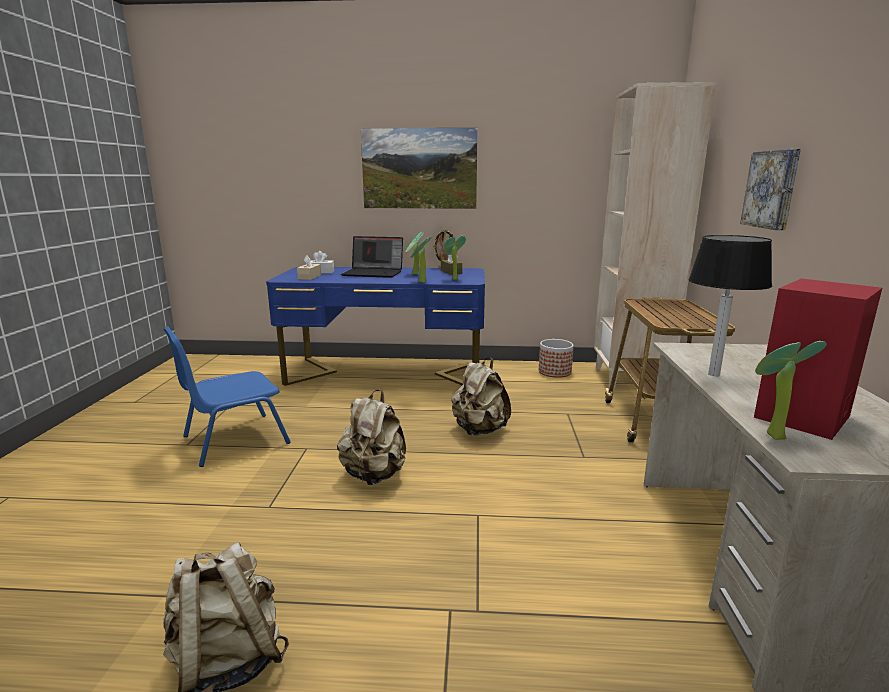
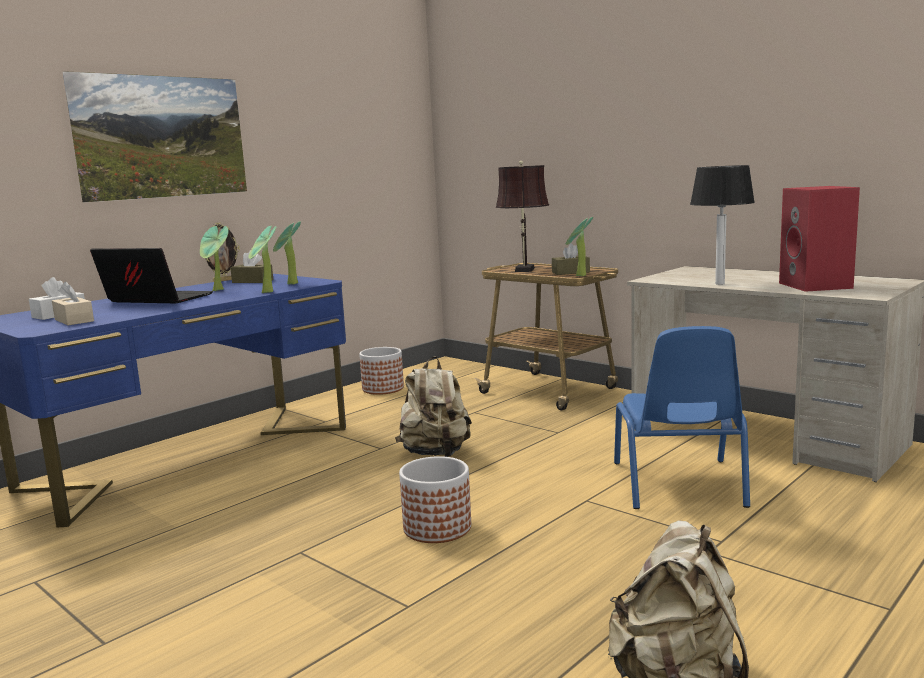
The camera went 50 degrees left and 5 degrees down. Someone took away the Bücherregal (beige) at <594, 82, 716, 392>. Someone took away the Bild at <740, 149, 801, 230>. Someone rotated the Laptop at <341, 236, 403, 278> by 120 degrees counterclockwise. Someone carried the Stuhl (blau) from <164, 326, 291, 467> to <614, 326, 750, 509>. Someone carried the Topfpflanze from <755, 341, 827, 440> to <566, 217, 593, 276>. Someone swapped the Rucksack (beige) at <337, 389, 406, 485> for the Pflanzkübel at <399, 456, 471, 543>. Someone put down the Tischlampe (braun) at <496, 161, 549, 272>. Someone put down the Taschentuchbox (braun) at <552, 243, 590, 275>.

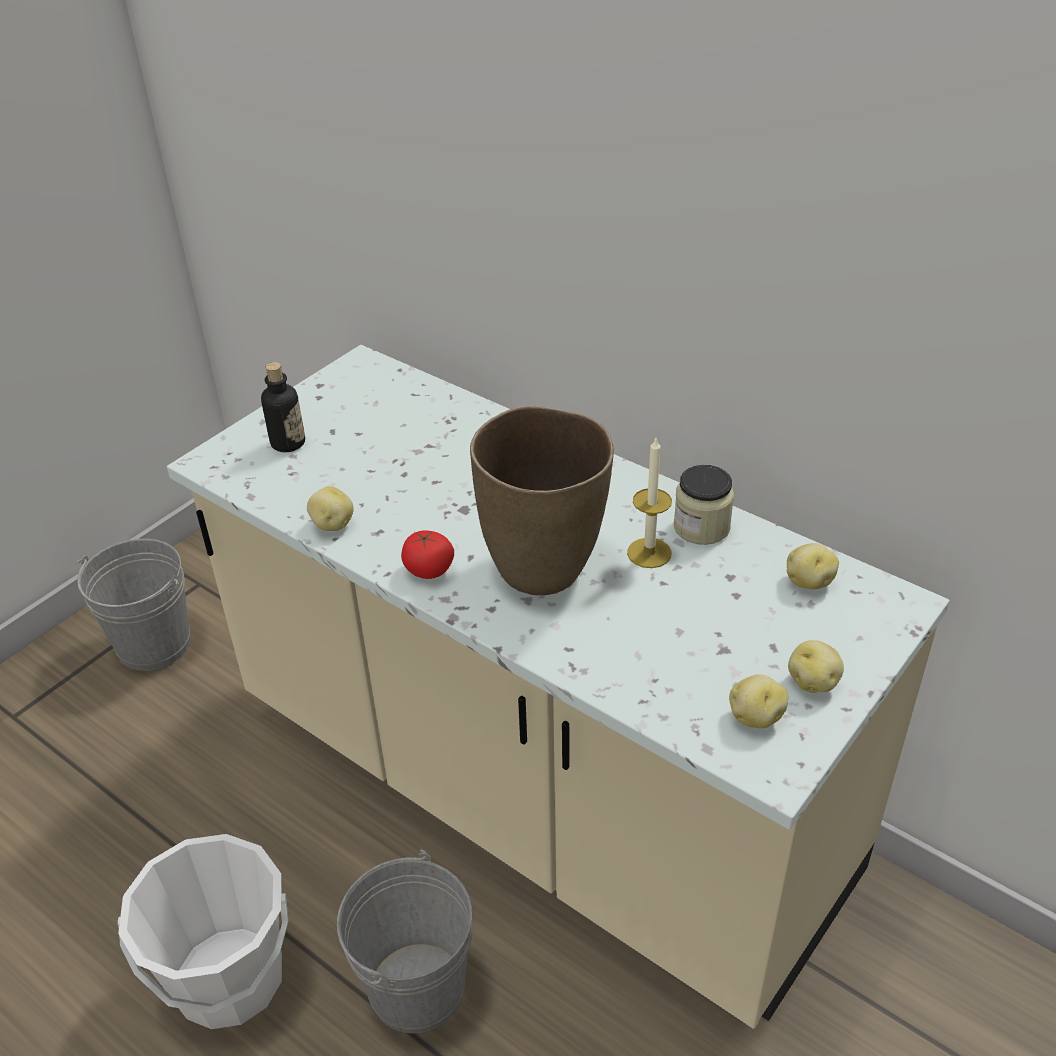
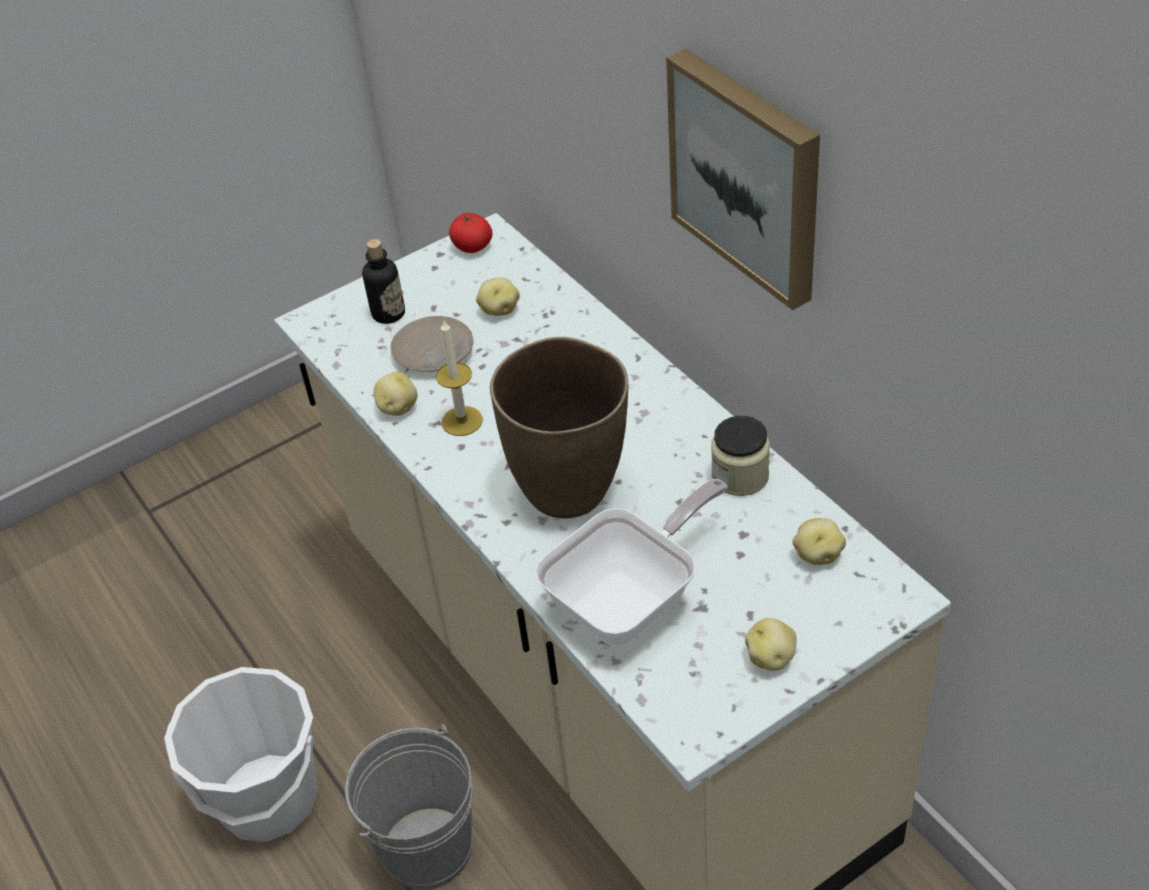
The camera went 20 degrees right and 5 degrees up. Someone carried the Kerze from <627, 438, 672, 568> to <436, 321, 483, 436>. Someone carried the Tomate from <401, 530, 454, 579> to <449, 213, 492, 253>. Someone took away the Eimer (grau) at <76, 539, 190, 671>. Someone carried the Kartoffel from <729, 674, 788, 728> to <476, 277, 520, 316>. Someone put up the Bild at <666, 49, 820, 310>. Someone put down the Teller (beige) at <391, 316, 473, 372>. Someone put down the Pfanne at <535, 479, 728, 646>.

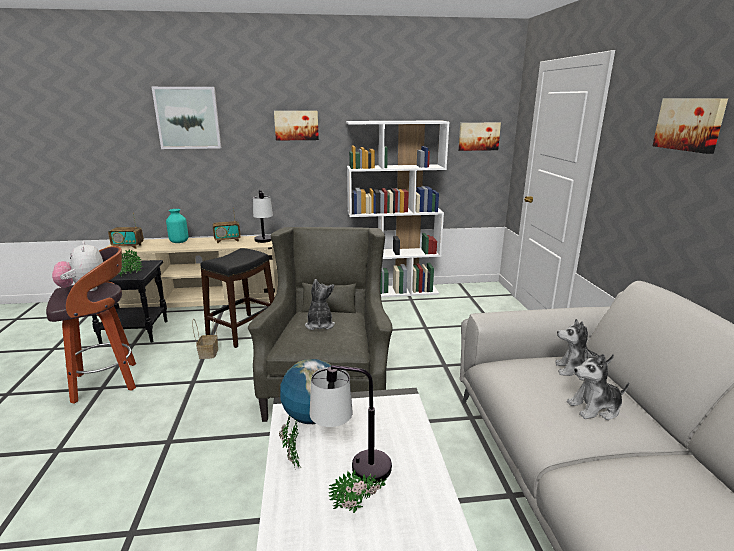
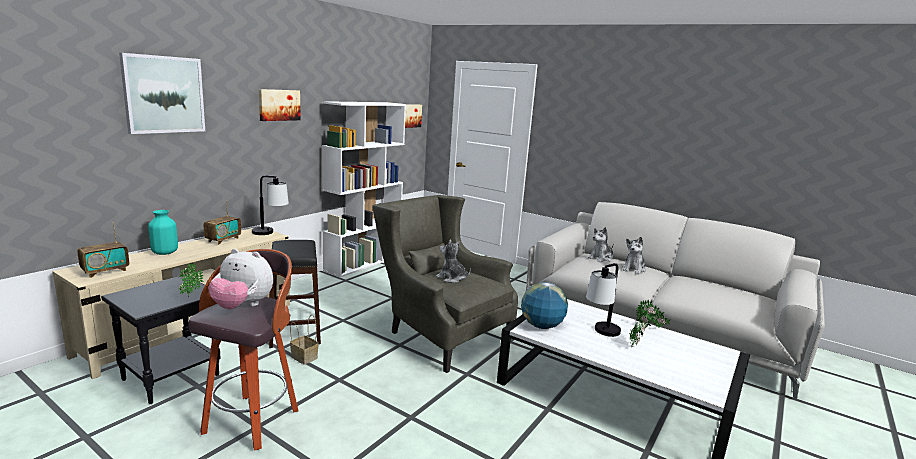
The camera went 50 degrees left and 5 degrees down. Someone took away the Bild at <653, 98, 728, 154>. Someone carried the Topfpflanze from <279, 416, 302, 468> to <636, 299, 671, 328>.

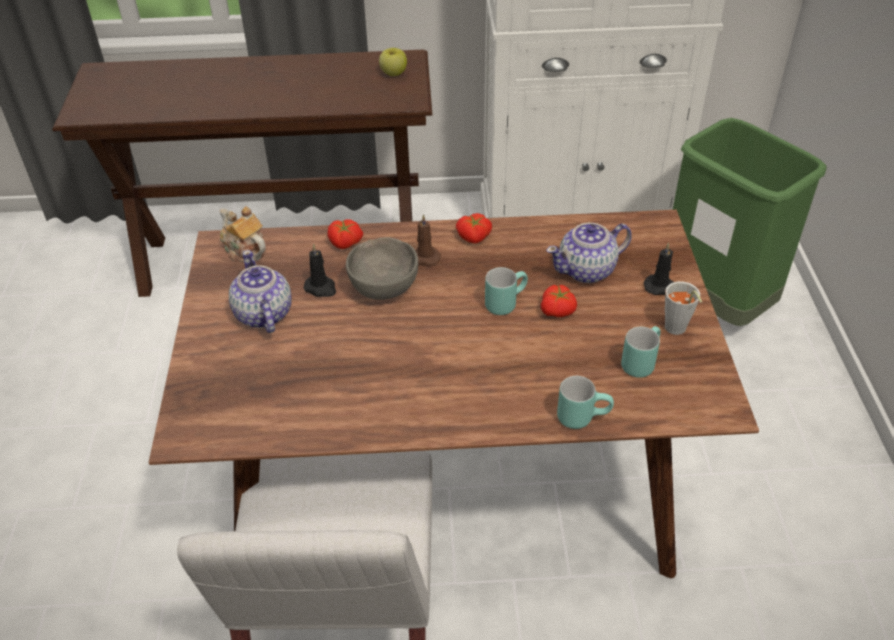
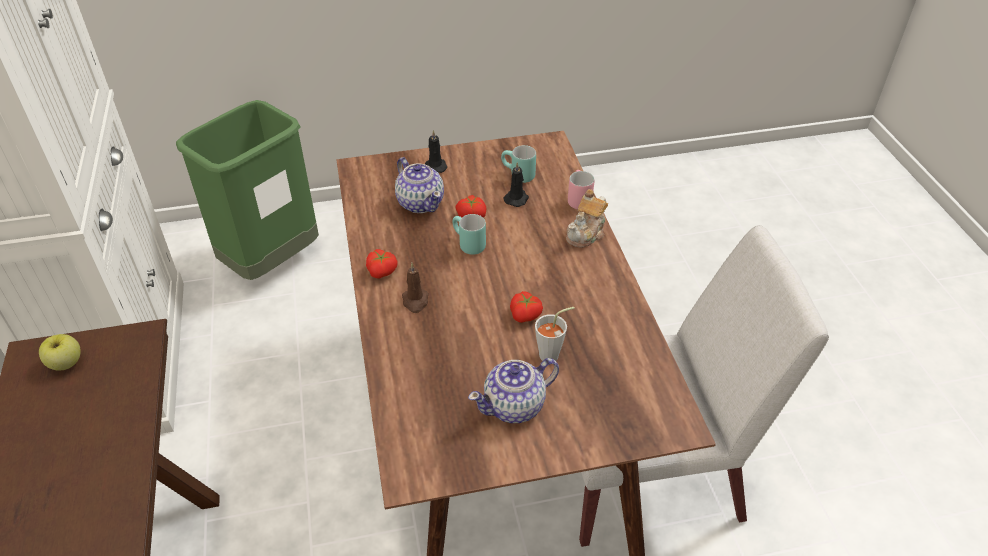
The camera went 100 degrees left and 0 degrees up. Someone carried the Teekanne from <220, 206, 266, 262> to <566, 189, 608, 248>. Someone carried the Tomate from <328, 219, 363, 249> to <510, 291, 543, 323>. Someone took away the Schüssel (grau) at <346, 237, 418, 300>. Someone carried the Kerze (schwarz) from <304, 244, 336, 297> to <504, 162, 529, 207>. Someone carried the Tasse (grau) from <665, 282, 702, 335> to <535, 307, 575, 361>. Someone repainted the Henkelbecher (türkis) at <557, 376, 614, 429>, which became the Henkelbecher (rosa) at <568, 170, 594, 209>.

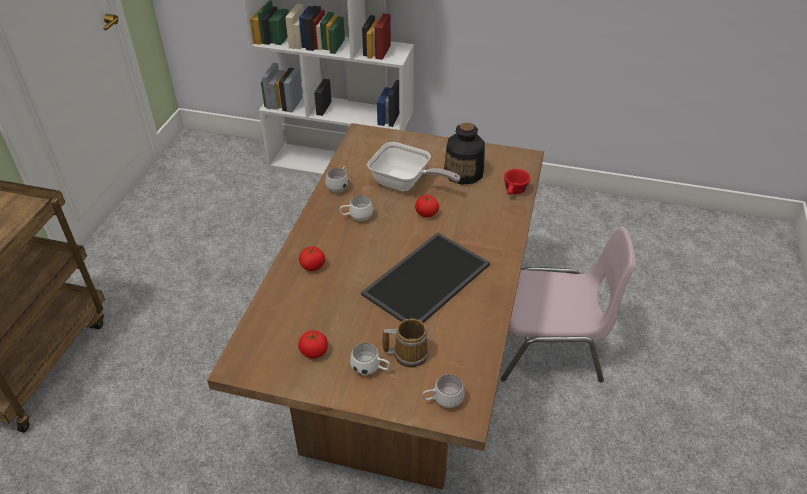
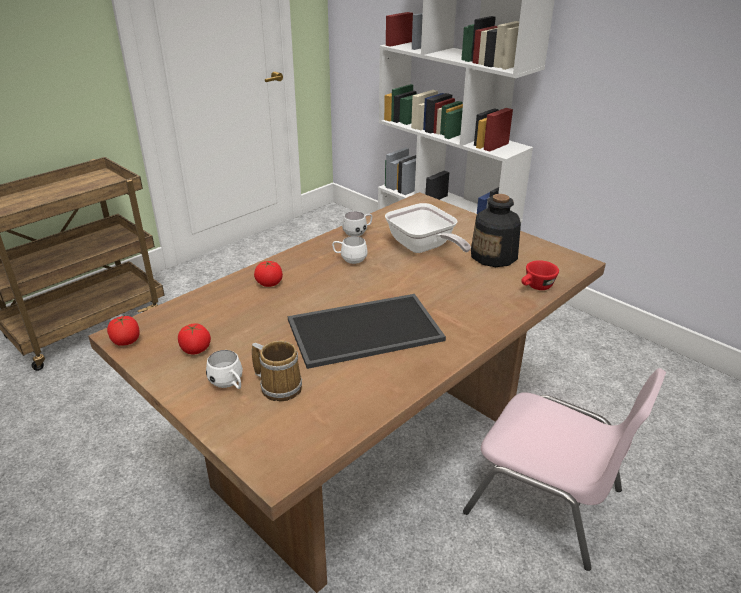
The camera went 30 degrees right and 10 degrees down. Someone carried the Tomate from <415, 195, 439, 217> to <107, 315, 140, 346>. Someone took away the Henkelbecher (weiß) at <422, 374, 465, 408>.

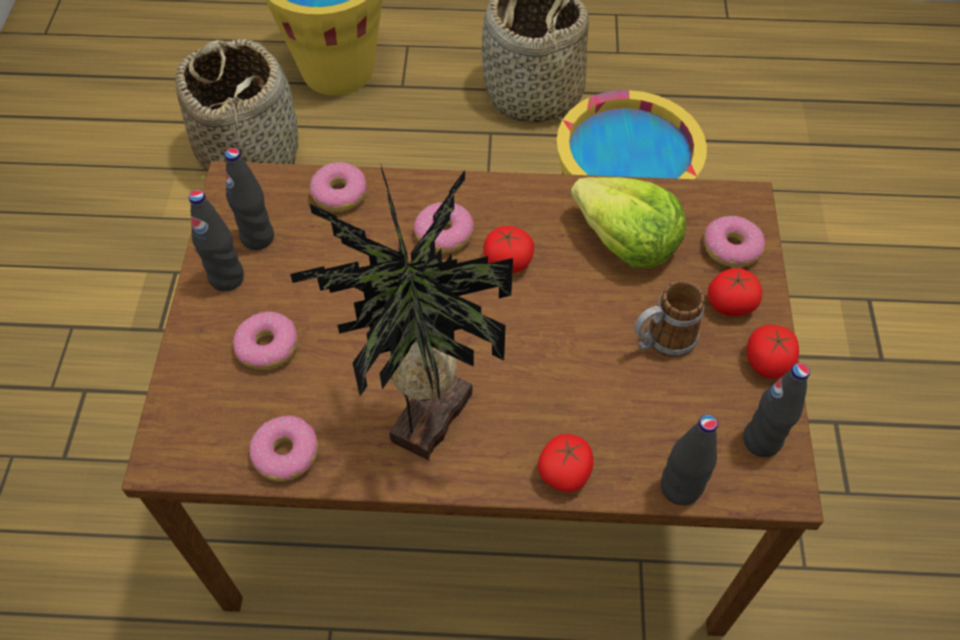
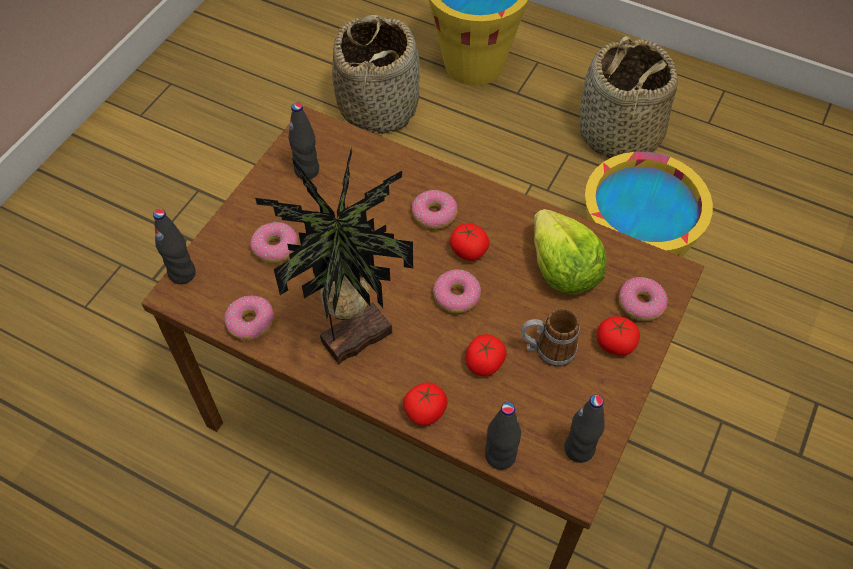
The camera went 25 degrees right and 0 degrees up. Someone carried the Donut from <310, 162, 367, 212> to <433, 269, 481, 313>. Someone carried the Flasche (schwarz) from <189, 190, 244, 291> to <153, 209, 195, 284>. Someone carried the Tomate from <747, 325, 799, 379> to <466, 334, 507, 376>.

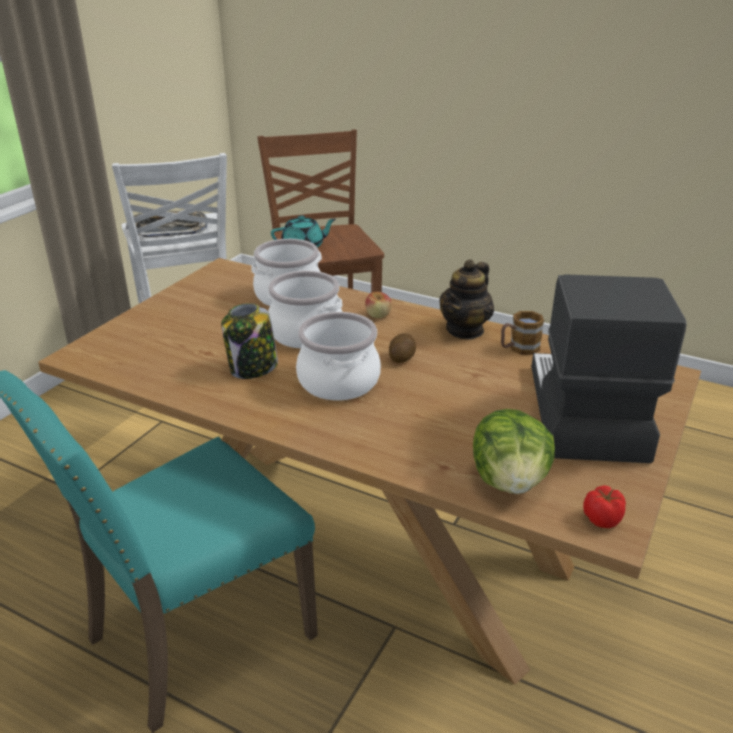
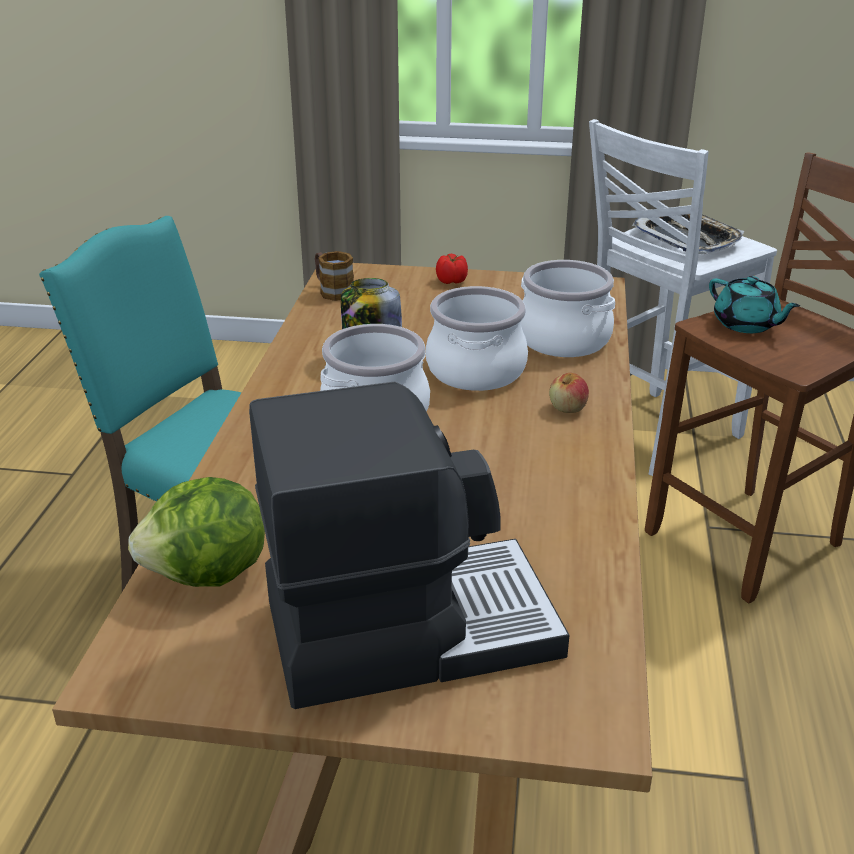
The camera went 70 degrees right and 0 degrees up. Someone took away the Teekanne at <439, 259, 494, 340>. Someone carried the Henkelbecher from <501, 311, 544, 355> to <315, 251, 354, 301>. Someone took away the Kartoffel at <389, 333, 416, 363>. Someone carried the Tomate from <583, 485, 626, 528> to <436, 254, 468, 284>.

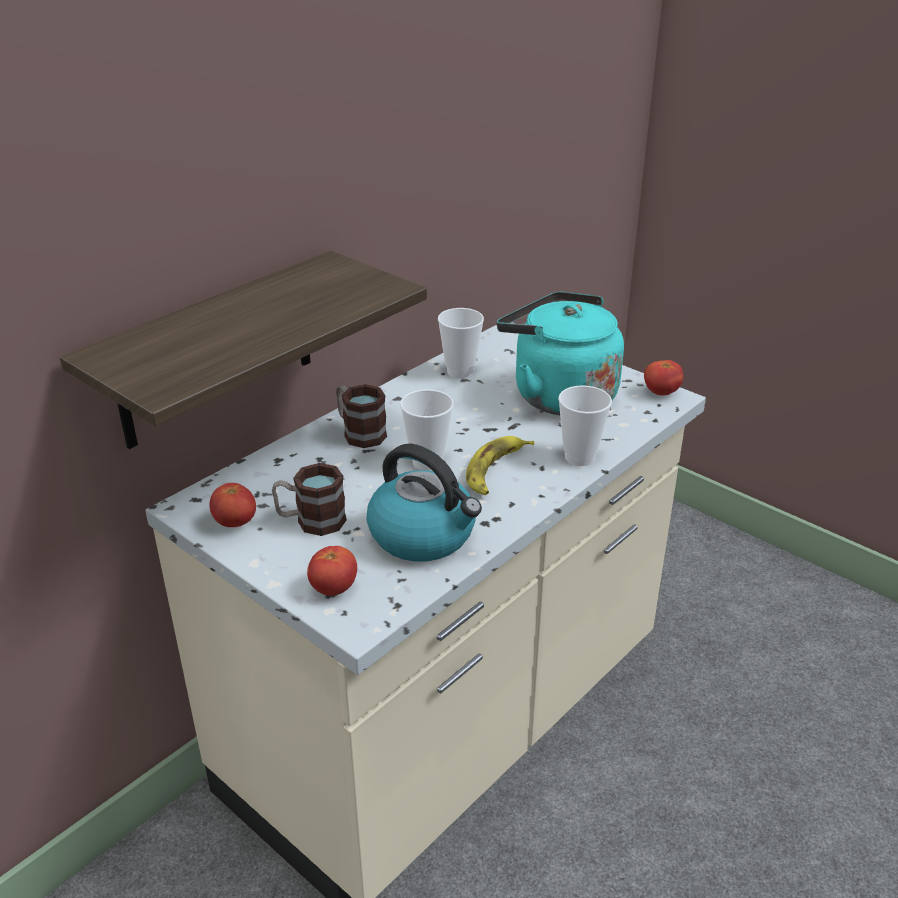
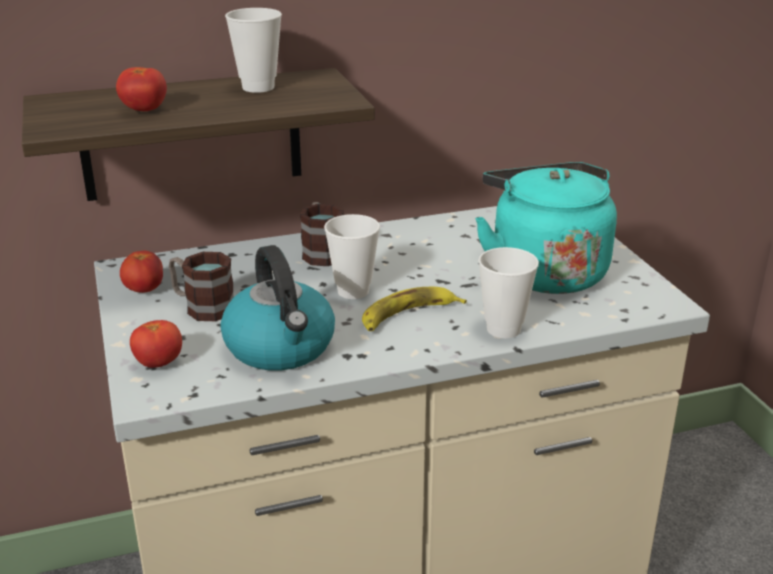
The camera went 30 degrees right and 5 degrees down. Someone carried the Tasse from <438, 308, 484, 379> to <225, 8, 282, 93>. Someone carried the Tomate from <644, 360, 683, 396> to <116, 67, 167, 111>.

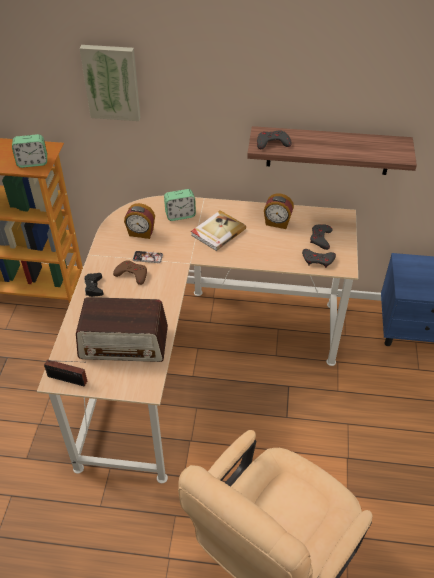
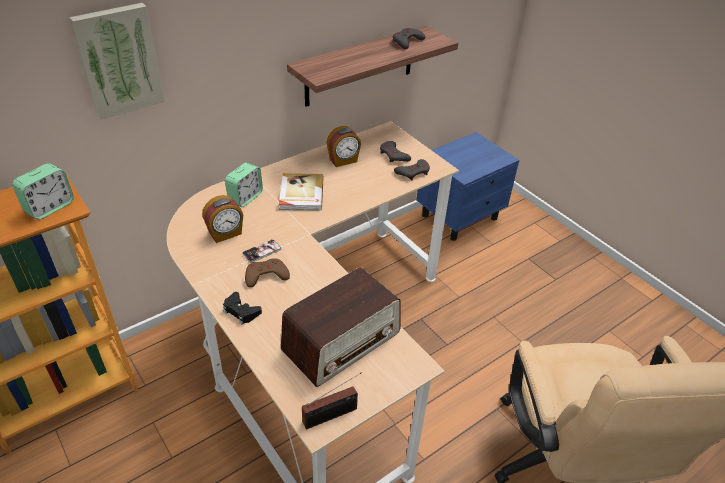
The camera went 45 degrees left and 5 degrees down. Someone carried the Gamepad (grau) from <257, 130, 292, 149> to <393, 28, 425, 49>.

